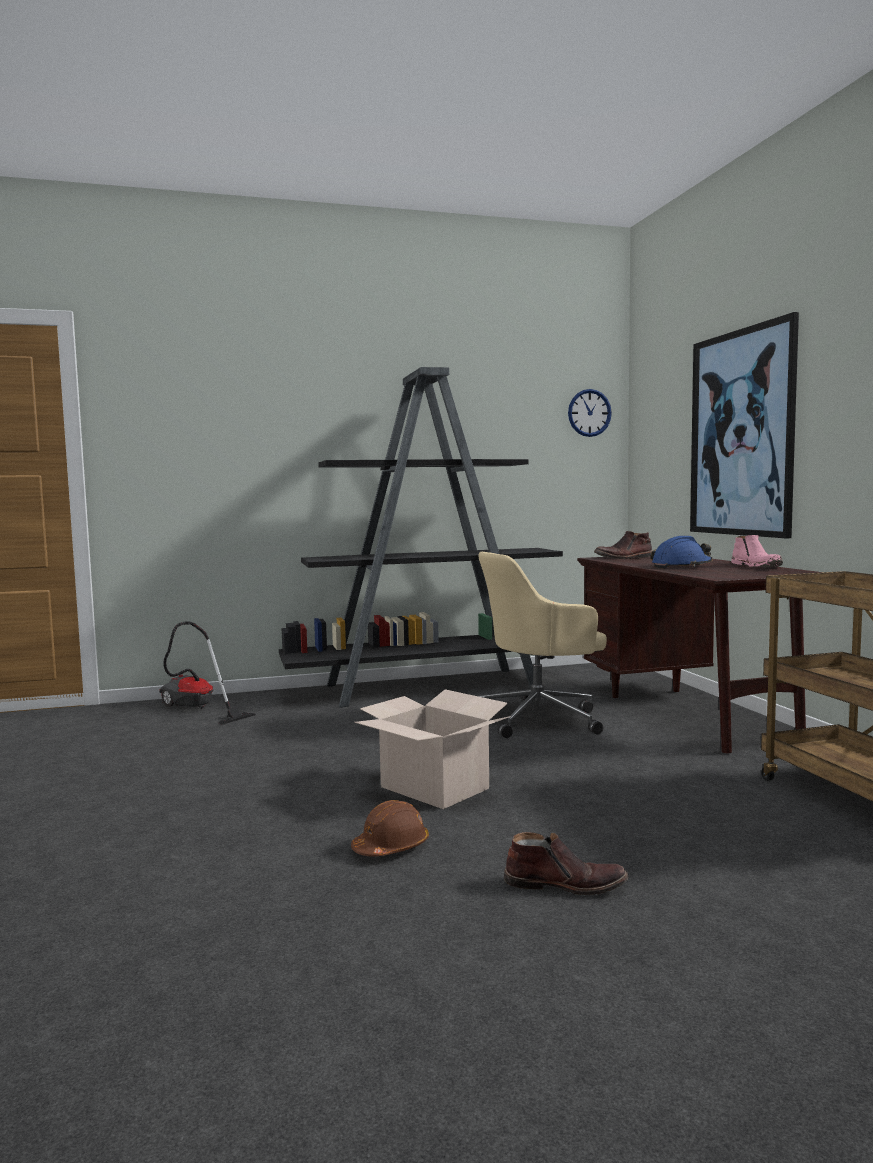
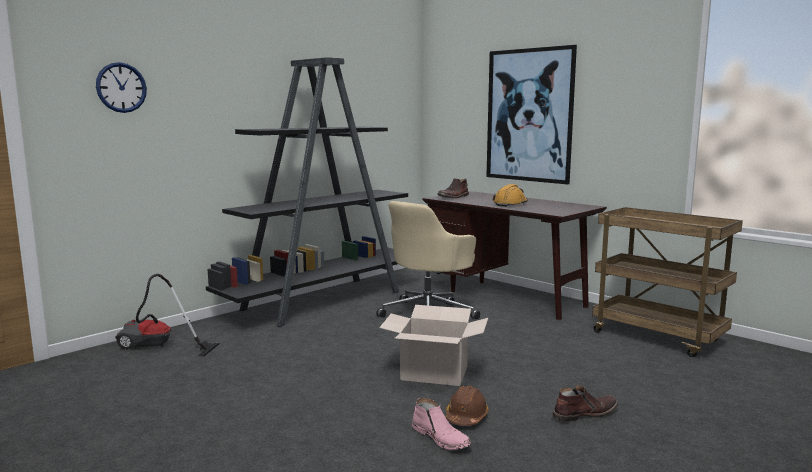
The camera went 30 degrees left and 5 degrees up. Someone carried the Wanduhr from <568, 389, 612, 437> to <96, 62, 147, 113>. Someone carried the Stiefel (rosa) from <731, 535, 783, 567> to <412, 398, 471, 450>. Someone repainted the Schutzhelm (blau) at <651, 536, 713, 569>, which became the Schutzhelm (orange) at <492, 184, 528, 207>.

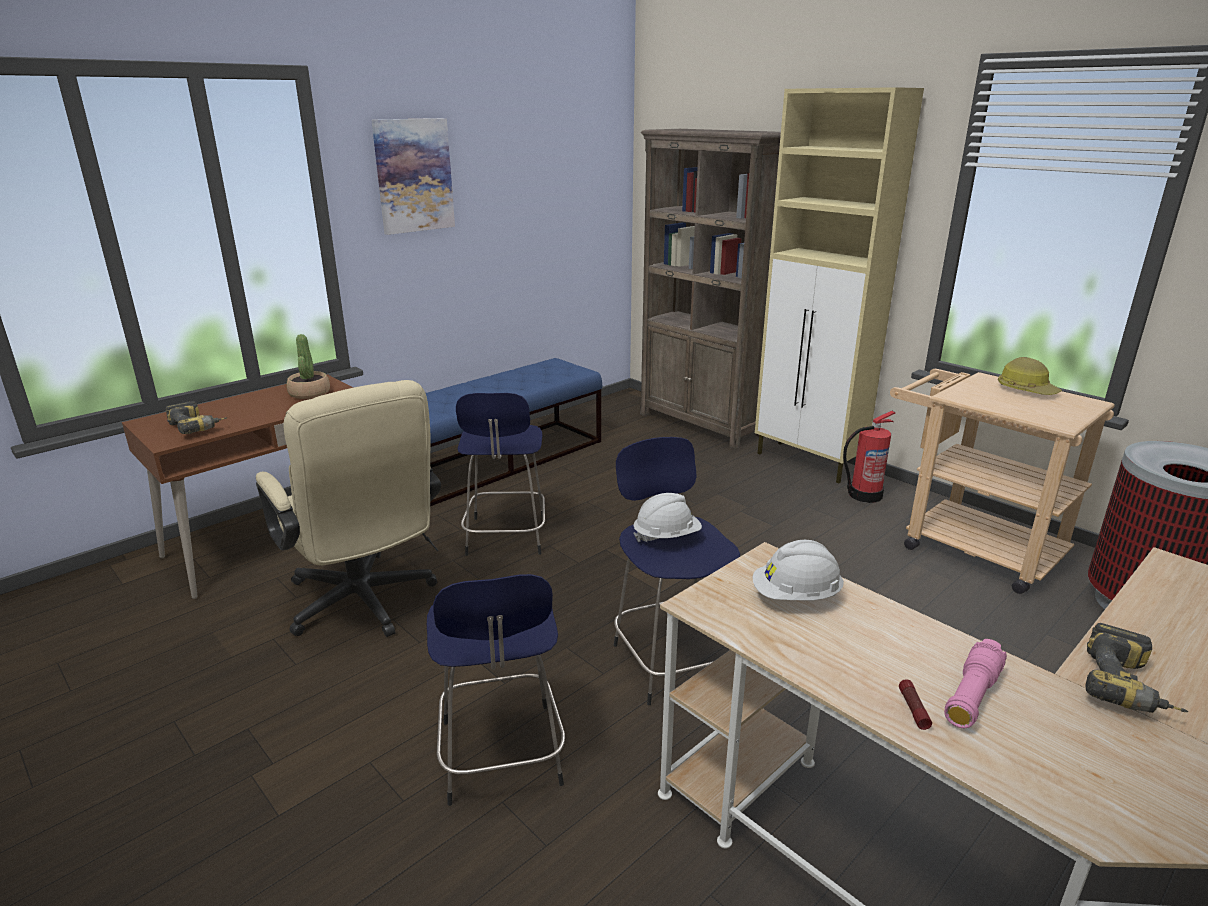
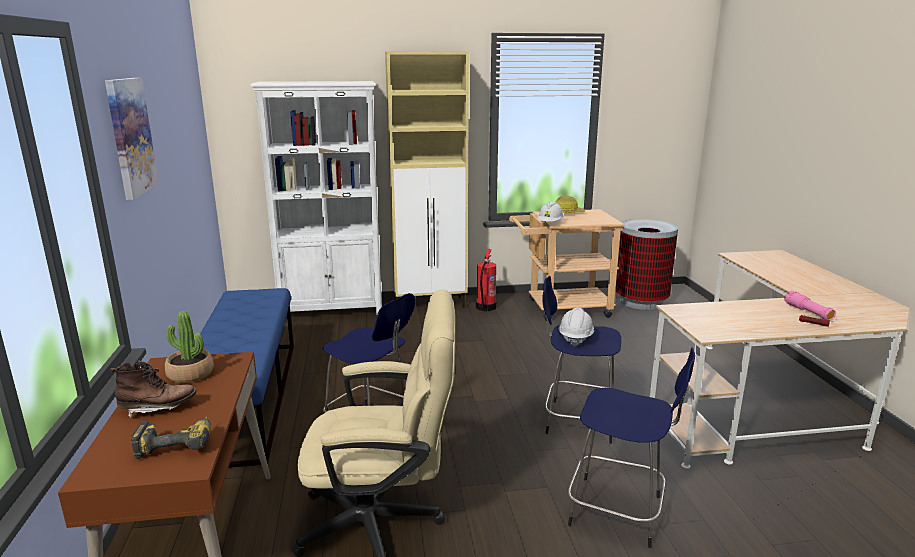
The camera went 55 degrees left and 5 degrees down. Someone repainted the Bücherregal (braun) at <640, 129, 781, 450>, which became the Bücherregal (weiß) at <251, 81, 382, 315>. Someone carried the Schutzhelm (weiß) from <752, 540, 844, 600> to <537, 202, 564, 222>. Someone took away the Bohrmaschine at <1086, 623, 1188, 713>. Someone put down the Stiefel (braun) at <110, 361, 197, 418>.

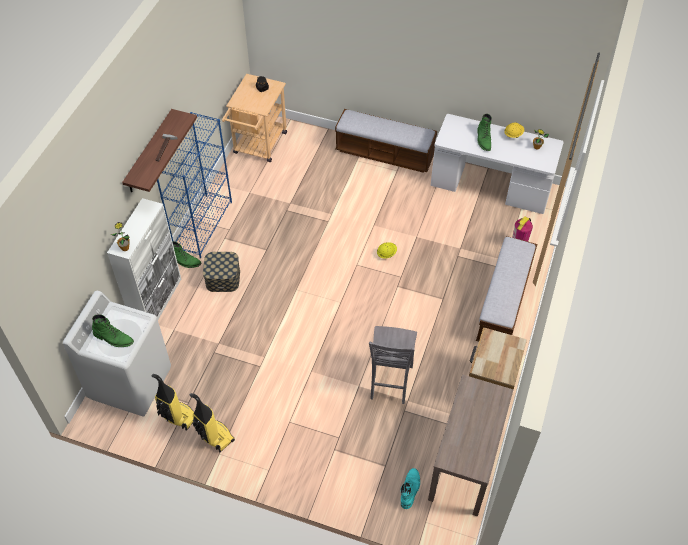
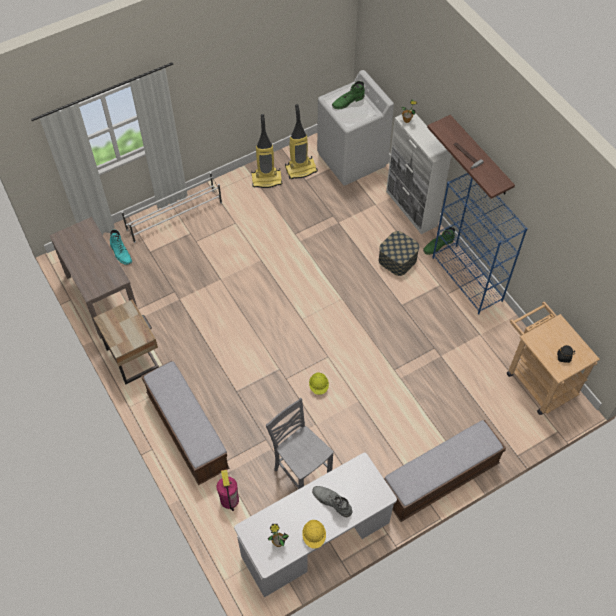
The camera went 130 degrees right and 5 degrees up. Someone repainted the Stiefel (grün) at <477, 113, 492, 151>, which became the Stiefel (grau) at <312, 486, 352, 517>. Someone carried the Stuhl (grau) from <369, 326, 417, 404> to <266, 398, 334, 489>. Someone put down the Schuhregal (weiß) at <122, 172, 222, 243>.

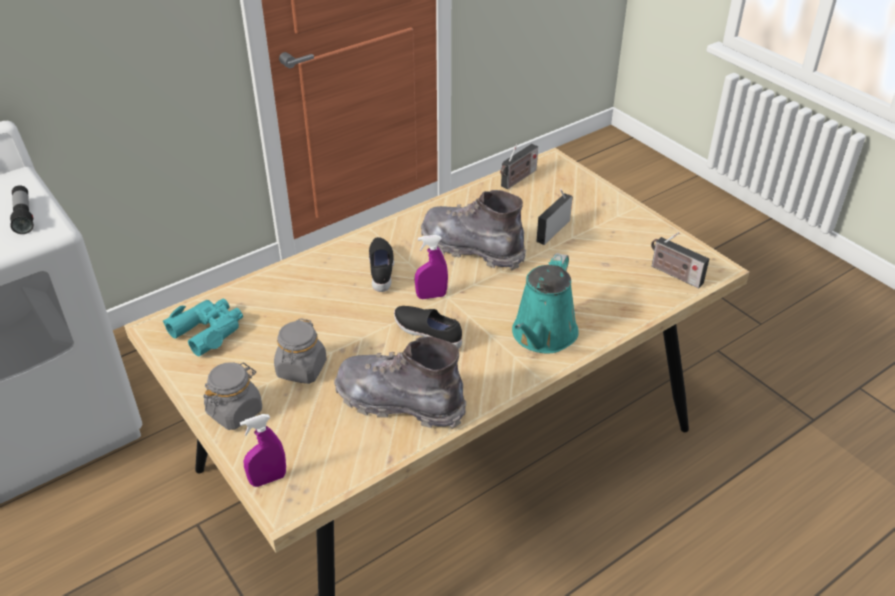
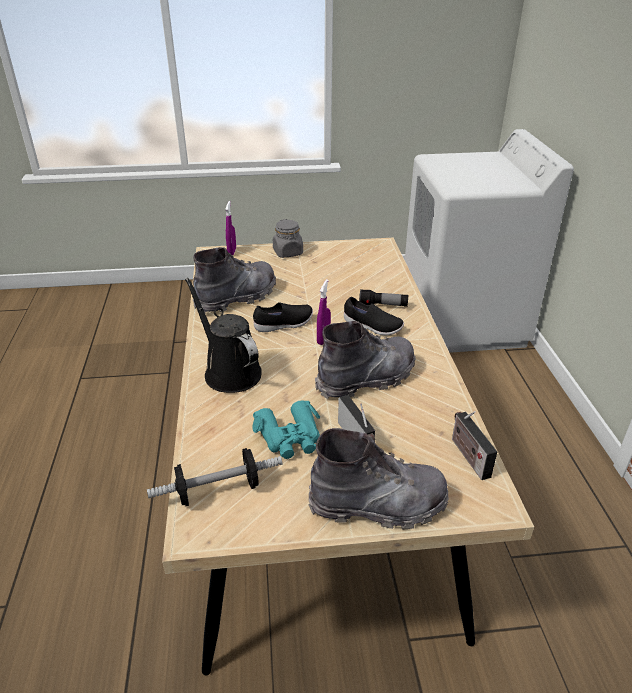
The camera went 120 degrees right and 5 degrees down. Someone carried the Taschenlampe from <10, 185, 34, 234> to <359, 289, 408, 307>. Someone swapped the Radio at <651, 232, 709, 288> for the Hantel at <147, 448, 283, 506>. Someone repainted the Gießkanne (türkis) at <512, 253, 579, 354>, which became the Gießkanne (schwarz) at <185, 278, 262, 393>. Someone carried the Fernglas (türkis) from <163, 299, 243, 357> to <252, 400, 320, 459>. Someone took away the Vorratsglas (grau) at <274, 318, 327, 384>. Someone put down the Stiefel (grau) at <308, 428, 449, 530>.

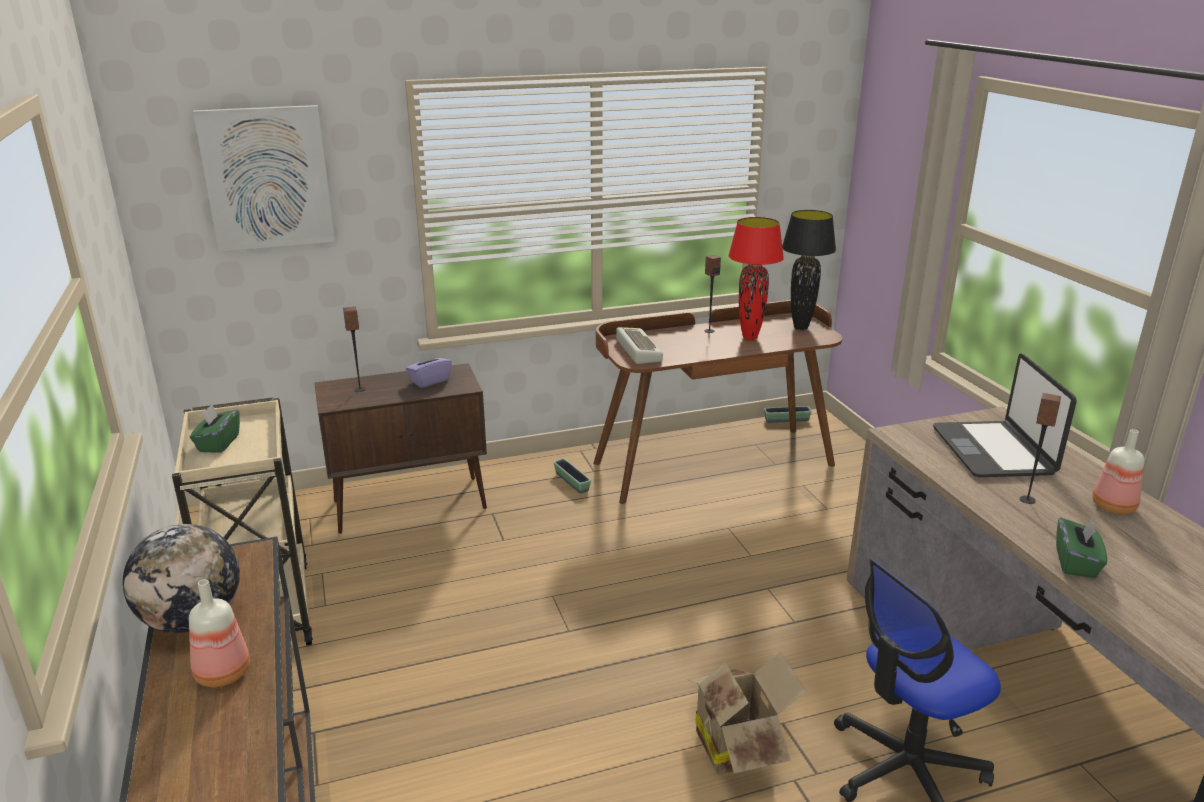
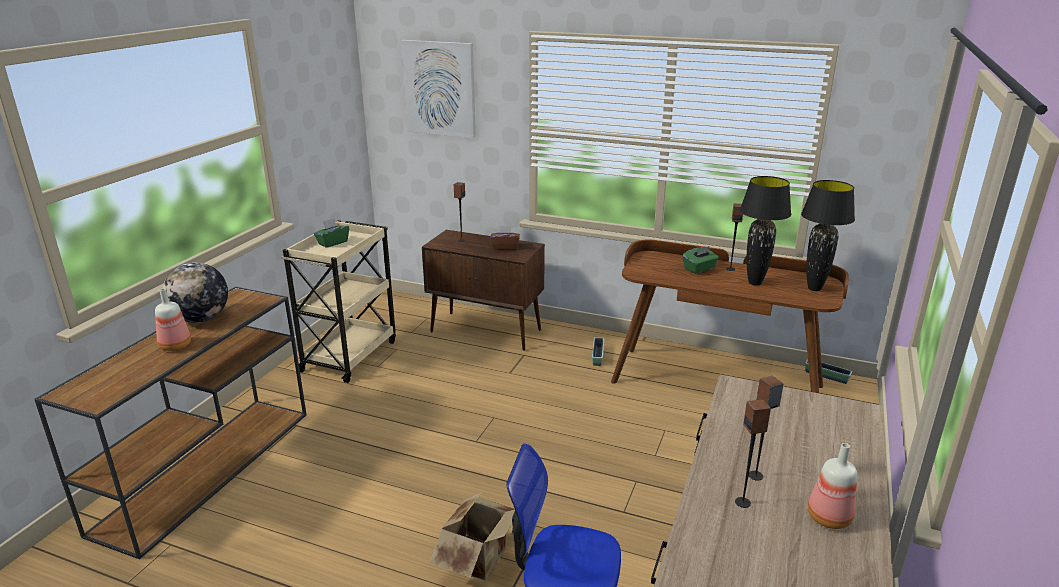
The camera went 40 degrees right and 0 degrees up. Someone repainted the Tischlampe (rot) at <728, 217, 784, 340>, which became the Tischlampe (schwarz) at <740, 176, 791, 286>. Someone took away the Tastatur at <616, 327, 663, 364>. Someone repainted the Taschentuchbox (lila) at <406, 349, 452, 388>, which became the Taschentuchbox (braun) at <490, 225, 520, 250>. Someone took away the Laptop at <933, 354, 1077, 477>. Someone carried the Taschentuchbox (grün) from <1056, 518, 1107, 578> to <683, 246, 719, 274>. Someone put down the Lautsprecher at <735, 399, 771, 508>.

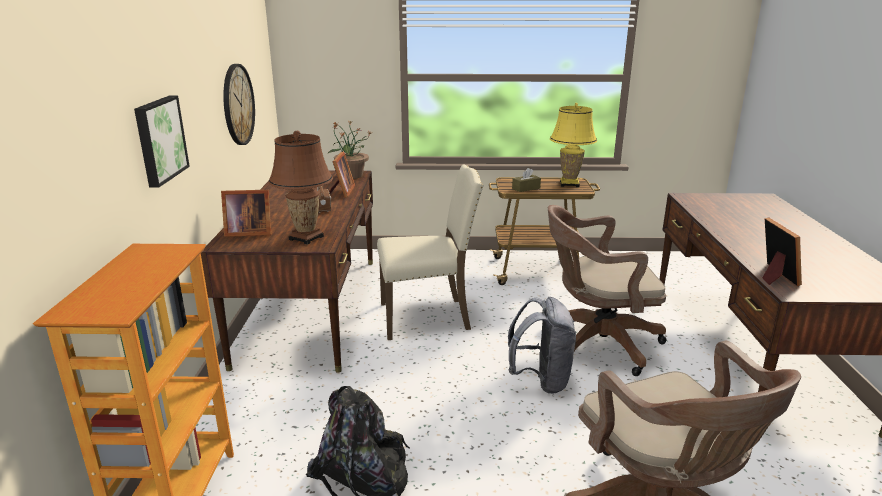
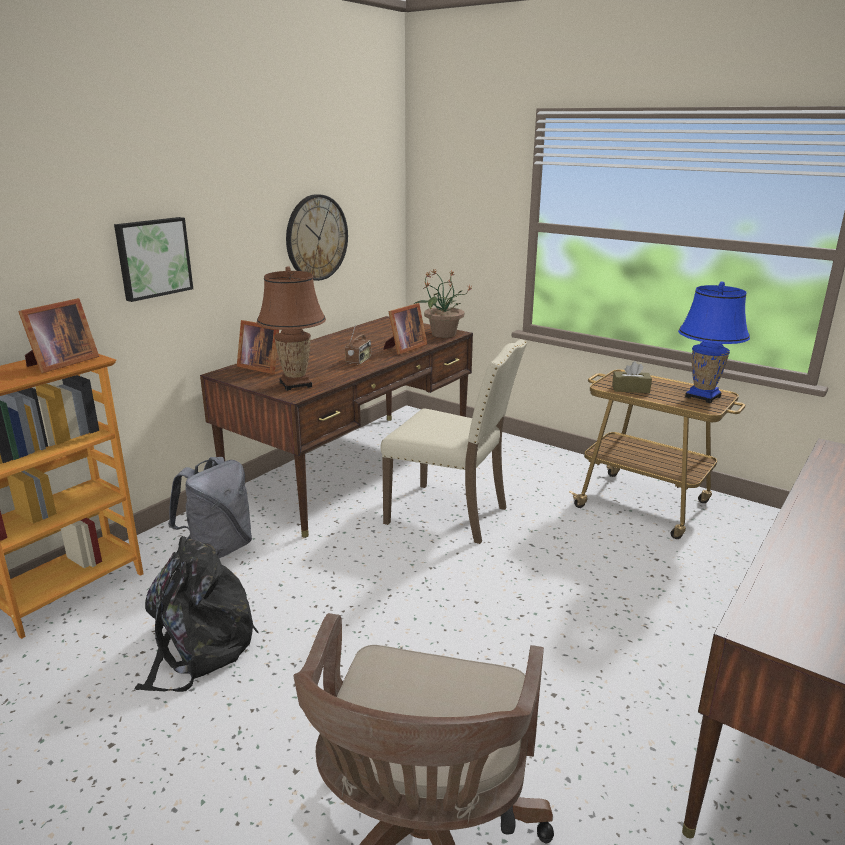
The camera went 35 degrees right and 0 degrees up. Someone repainted the Tischlampe (gelb) at <550, 103, 597, 187>, which became the Tischlampe (blau) at <678, 281, 750, 403>. Someone took away the Bürostuhl (braun) at <548, 205, 667, 376>. Someone carried the Bilderrahmen from <762, 217, 802, 286> to <18, 298, 99, 373>. Someone carried the Rucksack (grau) from <508, 297, 576, 394> to <168, 457, 252, 558>.

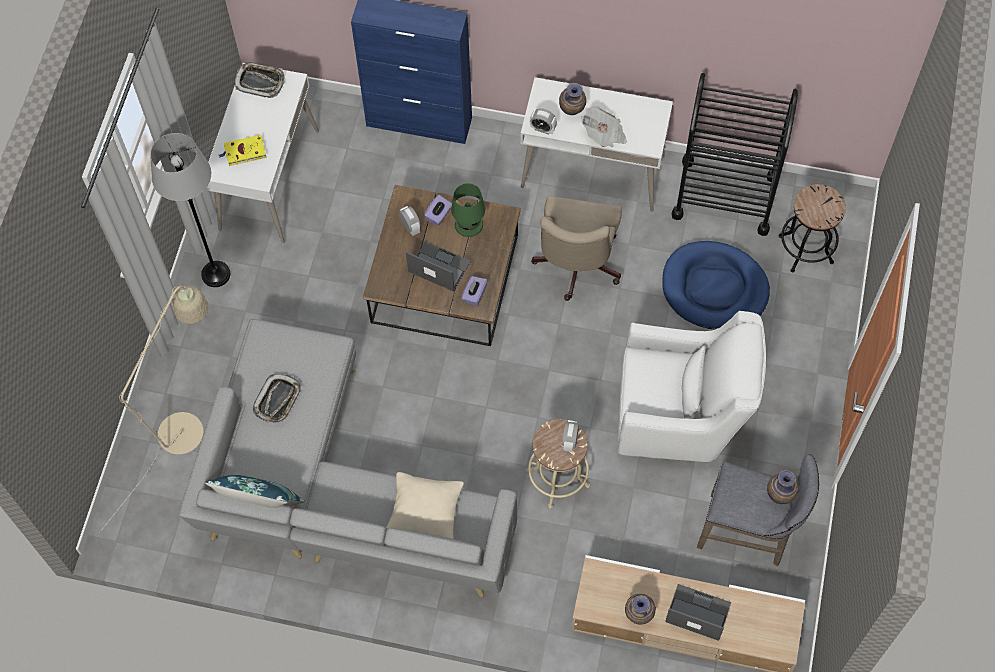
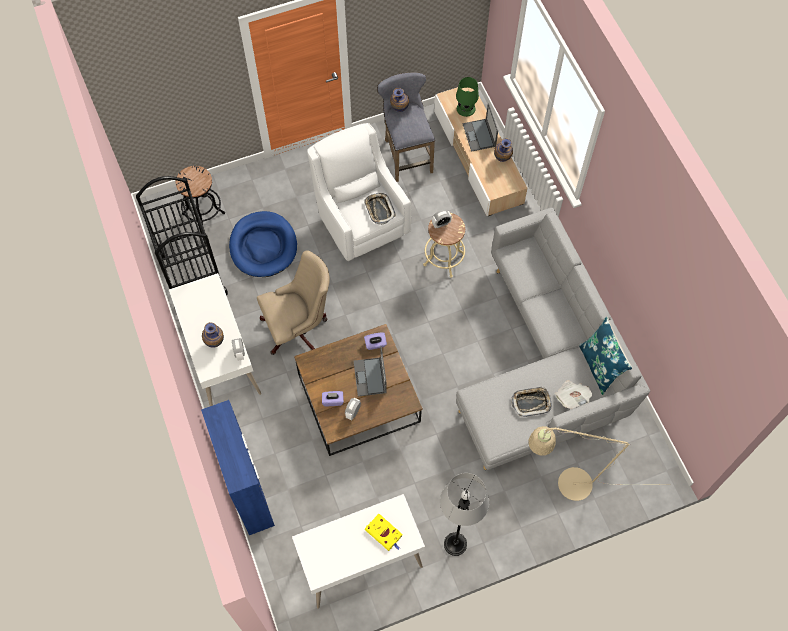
The camera went 125 degrees left and 0 degrees up. Someone carried the Tablett from <235, 62, 285, 98> to <364, 193, 396, 225>. Someone carried the Zeitung from <581, 106, 627, 147> to <555, 380, 593, 409>. Someone carried the Tischlampe (grün) from <451, 183, 485, 237> to <456, 77, 479, 117>. Someone took away the Kissen (beige) at <386, 472, 464, 539>.

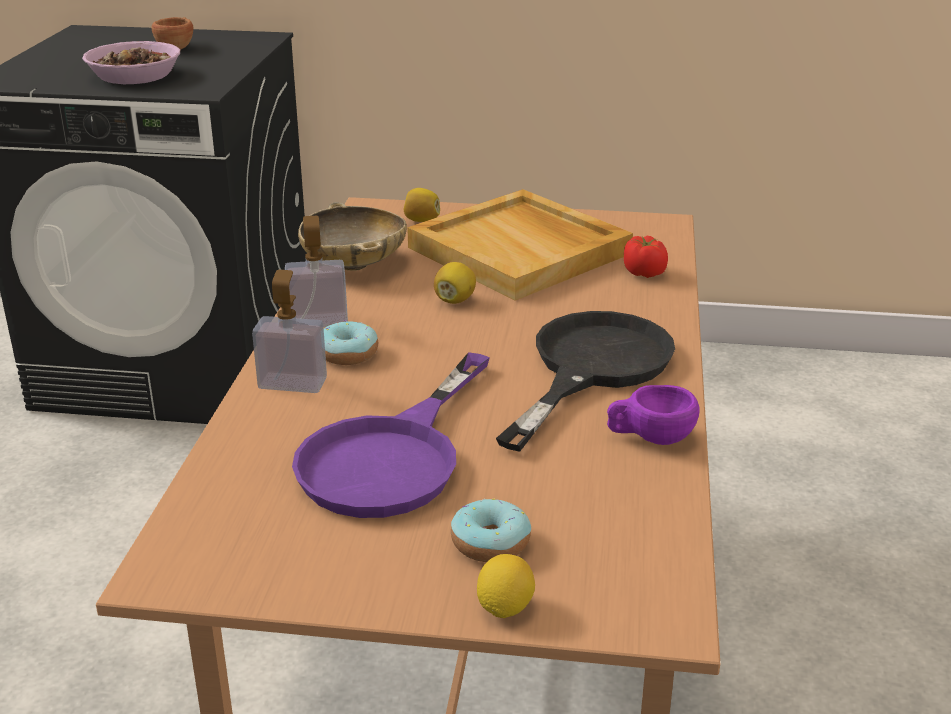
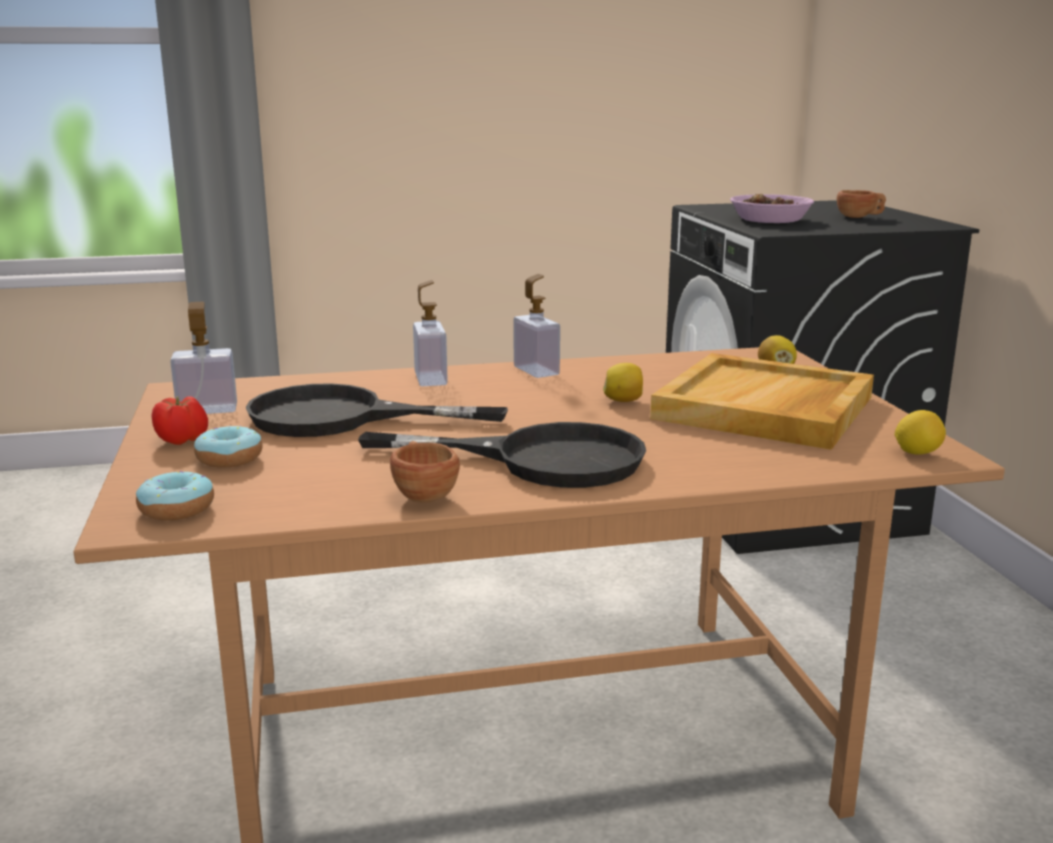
The camera went 70 degrees right and 10 degrees down. Someone took away the Schüssel (beige) at <298, 202, 407, 271>. Someone carried the Tomate from <624, 236, 668, 278> to <152, 396, 208, 445>. Someone carried the Donut from <324, 320, 378, 365> to <136, 471, 214, 520>. Someone repainted the Pfanne (lila) at <292, 352, 490, 518>, which became the Pfanne (schwarz) at <246, 383, 508, 437>. Someone repainted the Tasse (lila) at <607, 385, 700, 445>, which became the Tasse (braun) at <390, 441, 460, 503>. Someone carried the Zitrone from <477, 554, 535, 618> to <895, 410, 946, 455>. Someone put down the Seifenspender at <171, 302, 237, 414>.

